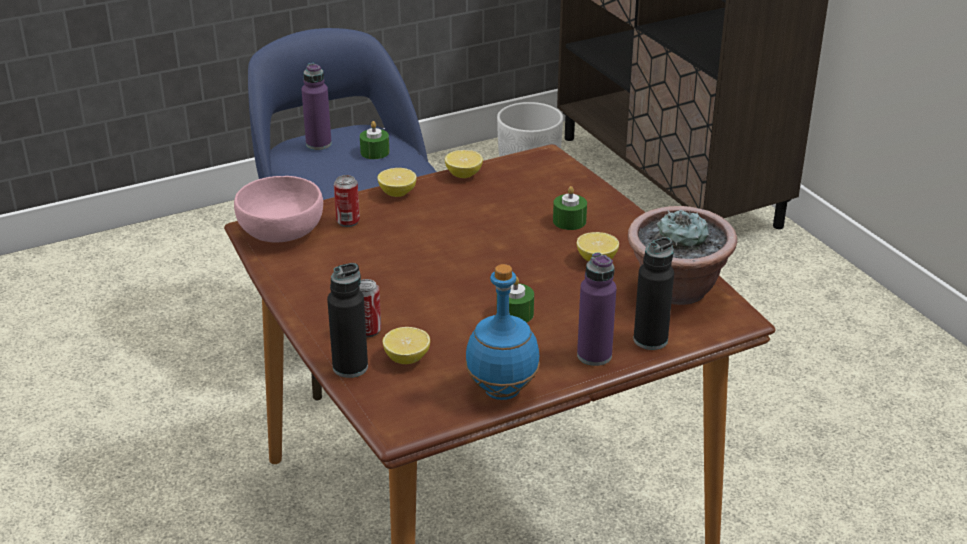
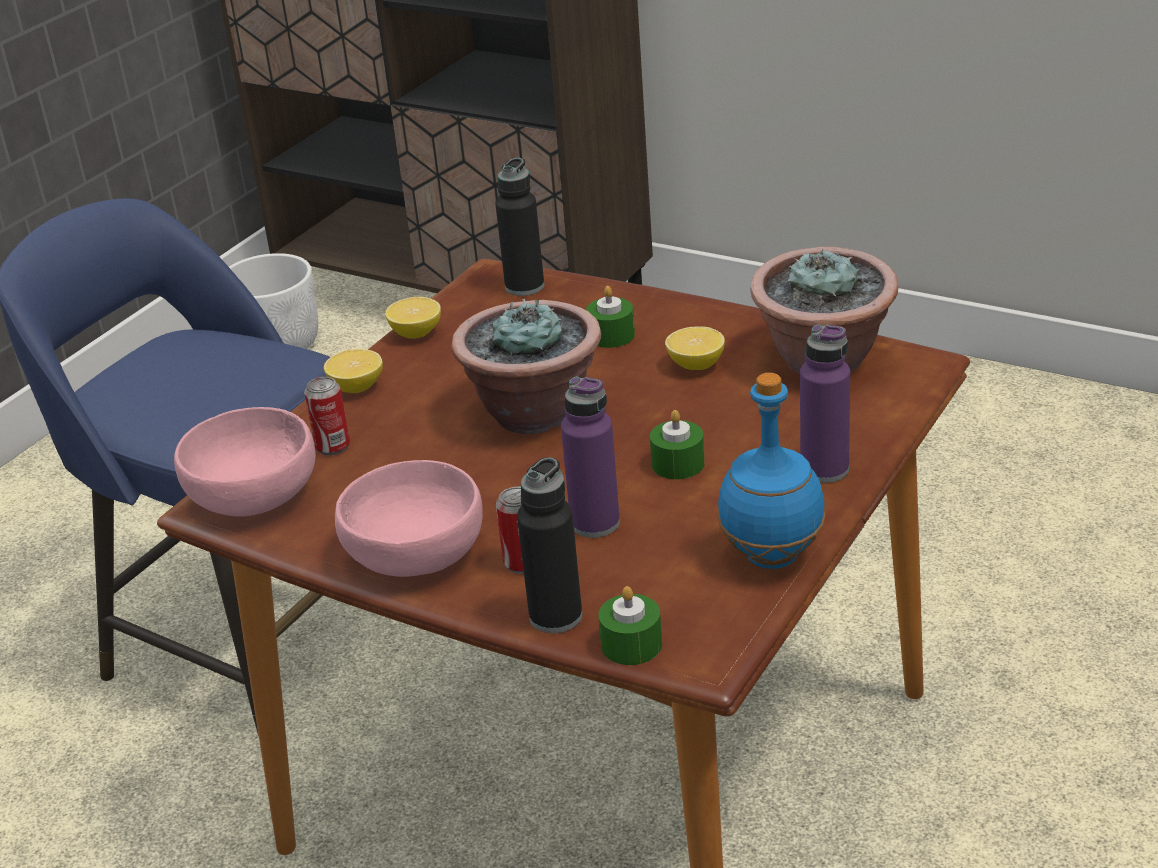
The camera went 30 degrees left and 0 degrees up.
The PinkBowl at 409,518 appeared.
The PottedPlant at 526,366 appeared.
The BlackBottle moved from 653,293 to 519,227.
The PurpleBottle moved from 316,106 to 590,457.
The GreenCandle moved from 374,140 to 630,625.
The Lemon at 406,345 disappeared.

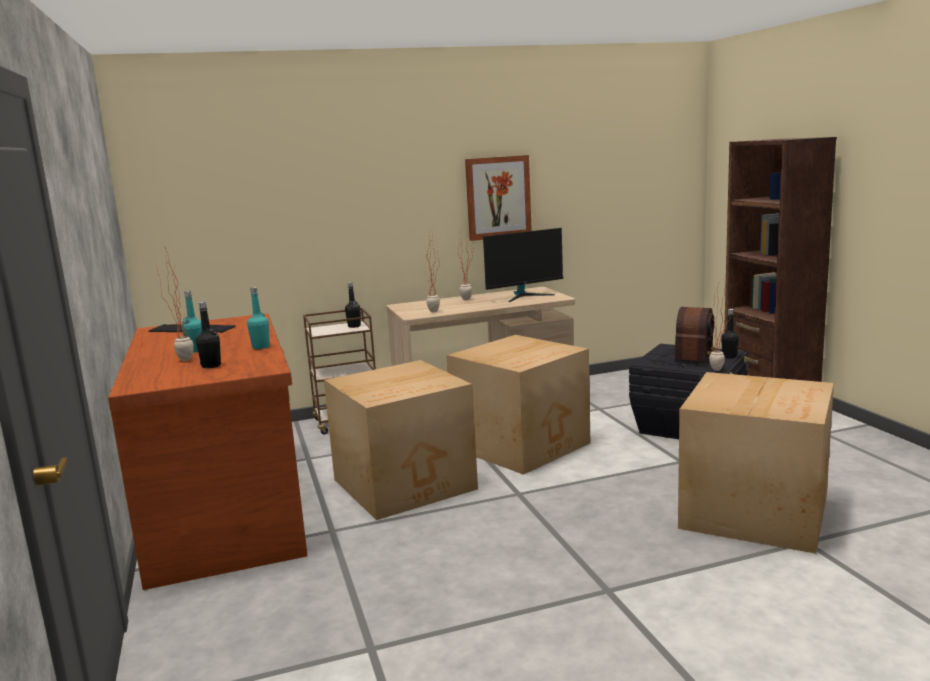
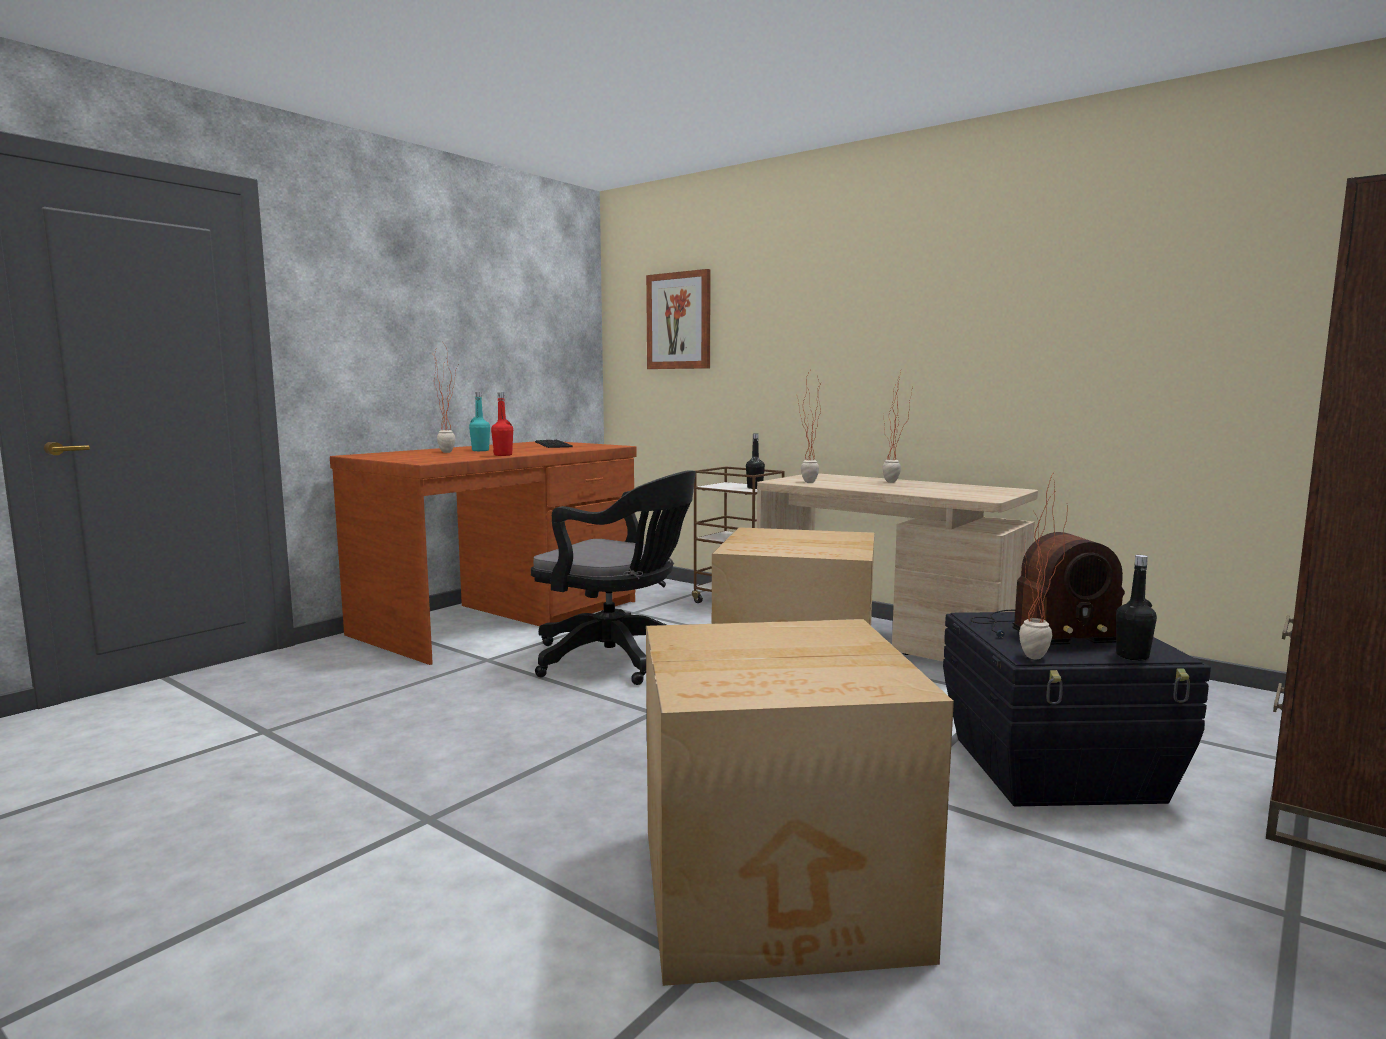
The camera went 55 degrees right and 5 degrees down.
The TurquoiseBottle at 258,318 became the RedBottle at 502,424.
The CardboardBox at 401,440 was replaced by the BlackOfficeChair at 613,577.
The Picture moved from 498,198 to 678,319.
The BlackBottle at 208,334 disappeared.
The Monitor at 523,265 disappeared.

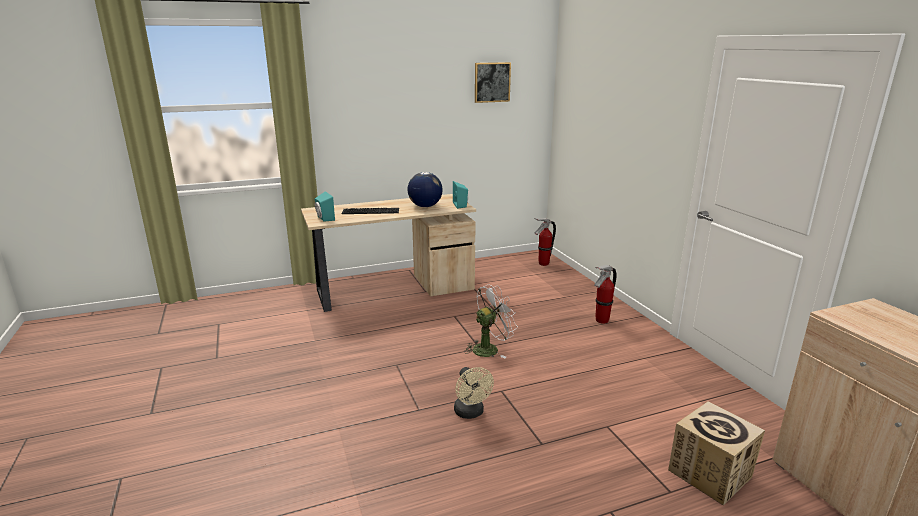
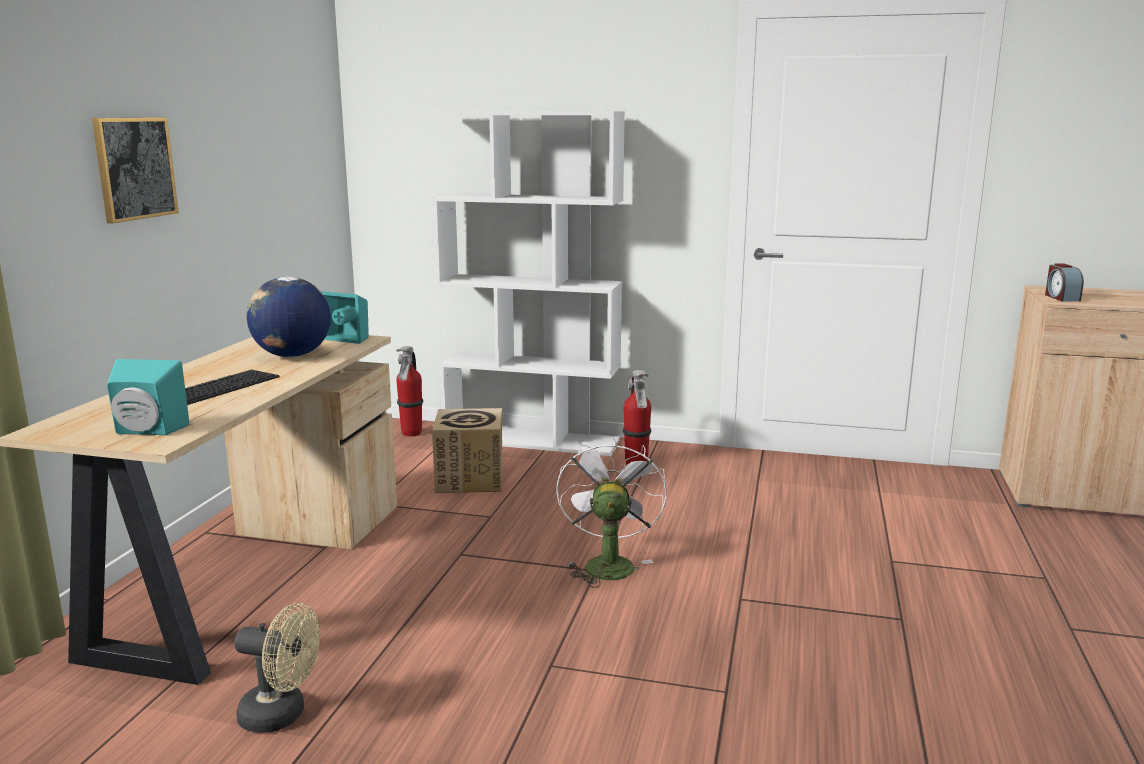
The camera went 55 degrees left and 5 degrees down.
The Picture moved from 493,82 to 135,170.
The BeigeFan moved from 474,393 to 277,668.
The WhiteBookcase at 527,283 appeared.
The CardboardBox moved from 716,453 to 467,450.
The AlarmClock at 1064,282 appeared.

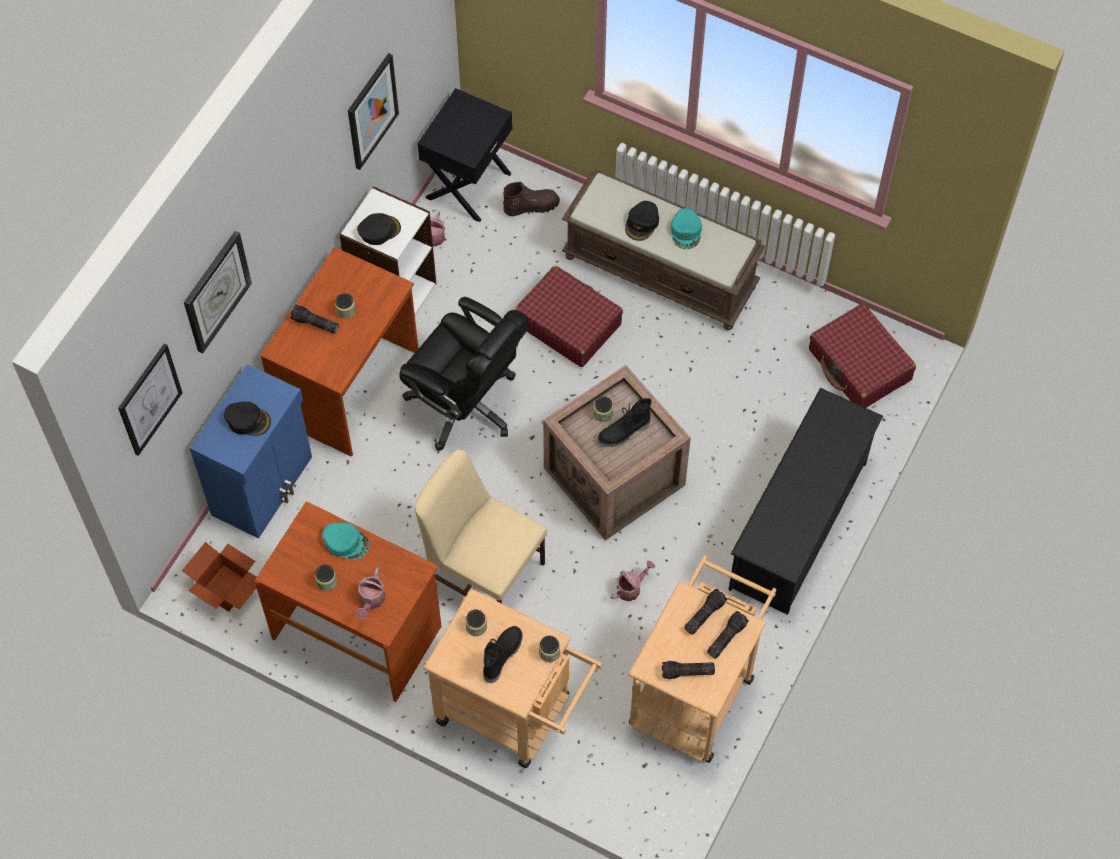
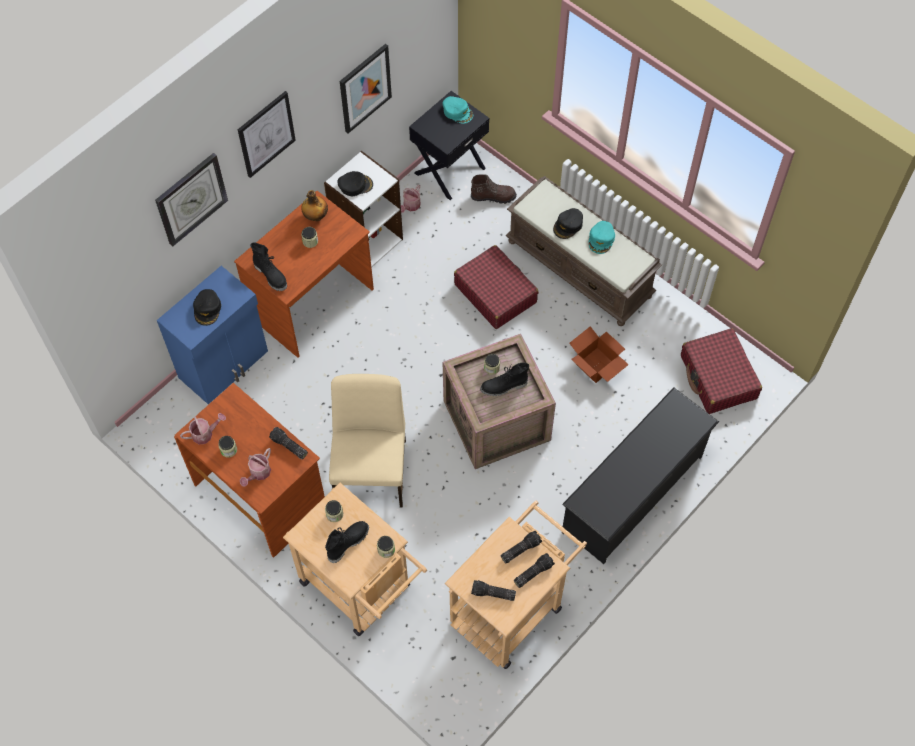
The camera went 15 degrees right and 0 degrees up.
The WateringCan moved from 633,581 to 203,428.
The BlackCap at 247,419 turned 60 degrees clockwise.
The Picture moved from 150,399 to 267,134.
The BlackBoot at 268,266 appeared.
The Flashlight moved from 314,319 to 288,443.
The Bottle at 314,205 appeared.
The BeigeChair at 481,526 turned 45 degrees clockwise.
The TurquoiseCap moved from 345,541 to 457,110.
The CardboardBox moved from 219,577 to 599,354.
The BlackOfficeChair at 464,374 disappeared.

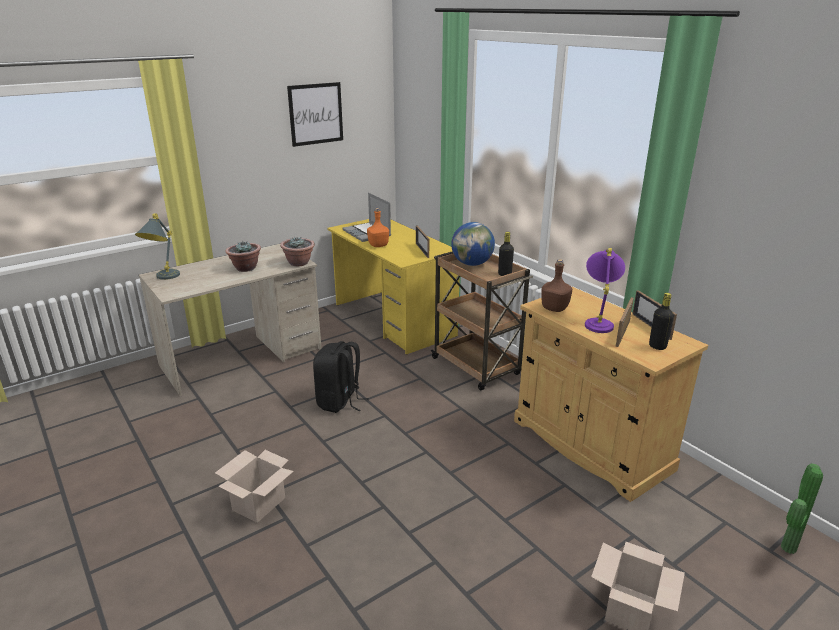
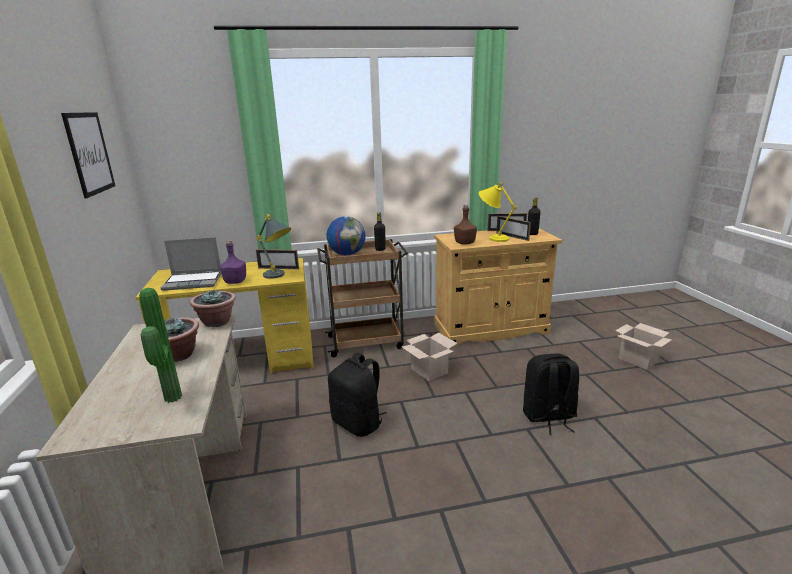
The camera went 65 degrees left and 5 degrees down.
The PottedPlant moved from 802,508 to 160,345.
The OrangeBottle at 378,227 became the PurpleBottle at 233,262.
The GreyTableLamp moved from 157,246 to 274,246.
The CardboardBox moved from 254,486 to 430,357.
The PurpleTableLamp at 605,290 became the YellowTableLamp at 498,212.
The BlackBackpack at 551,394 appeared.

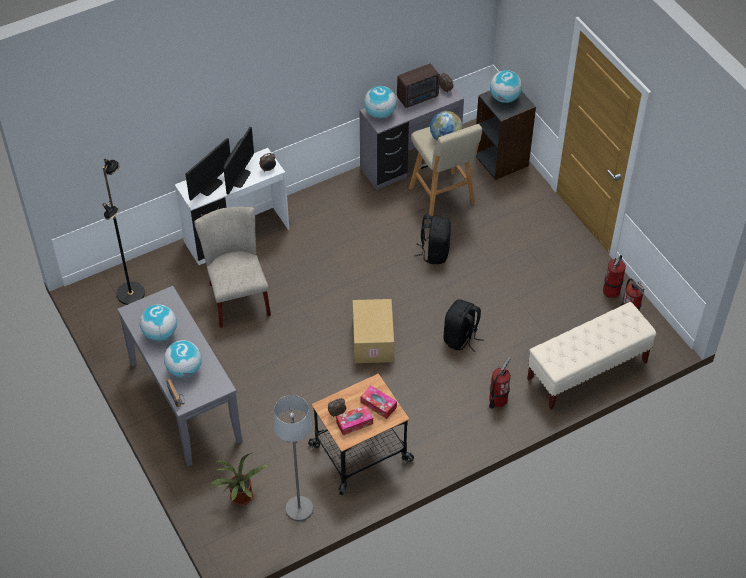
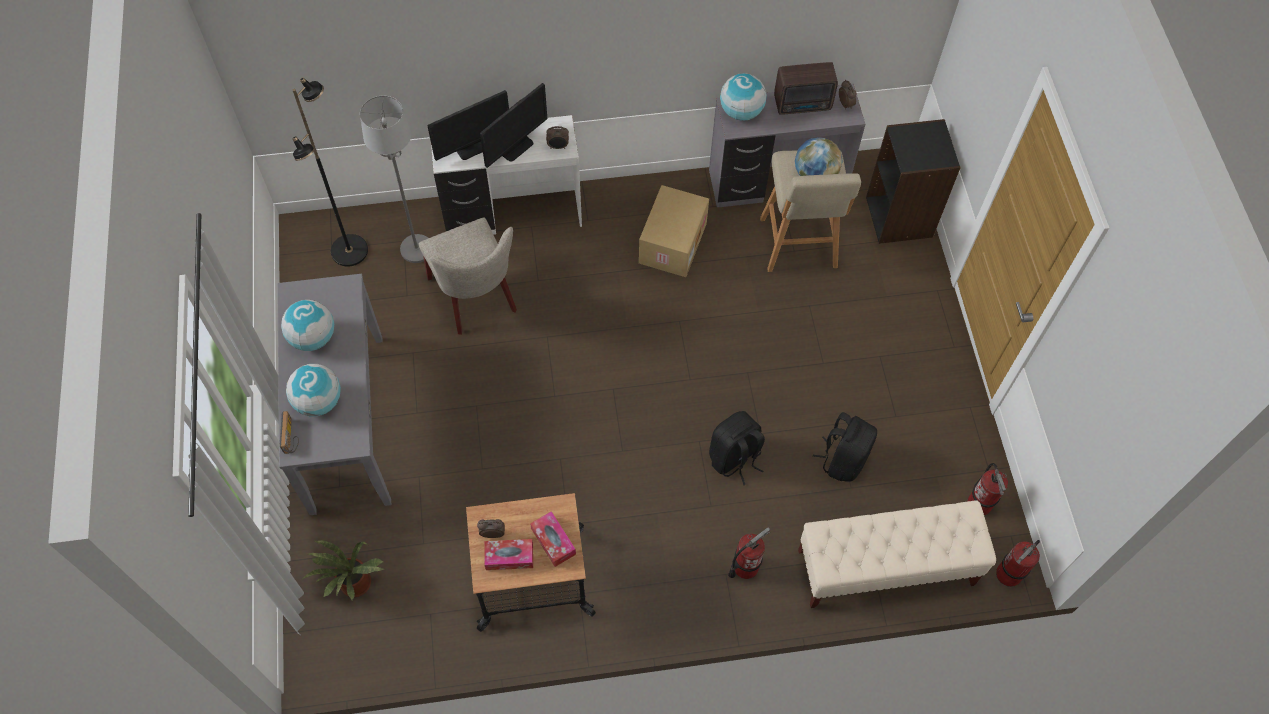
The camera went 20 degrees right and 10 degrees up.
The GreyFloorLamp moved from 293,458 to 394,179.
The BeigeChair at 232,267 turned 150 degrees clockwise.
The CardboardBox moved from 373,331 to 674,231.
The BlackBackpack moved from 432,239 to 845,447.
The FireExtinguisher moved from 614,276 to 1018,563.
The Globe at 506,86 disappeared.

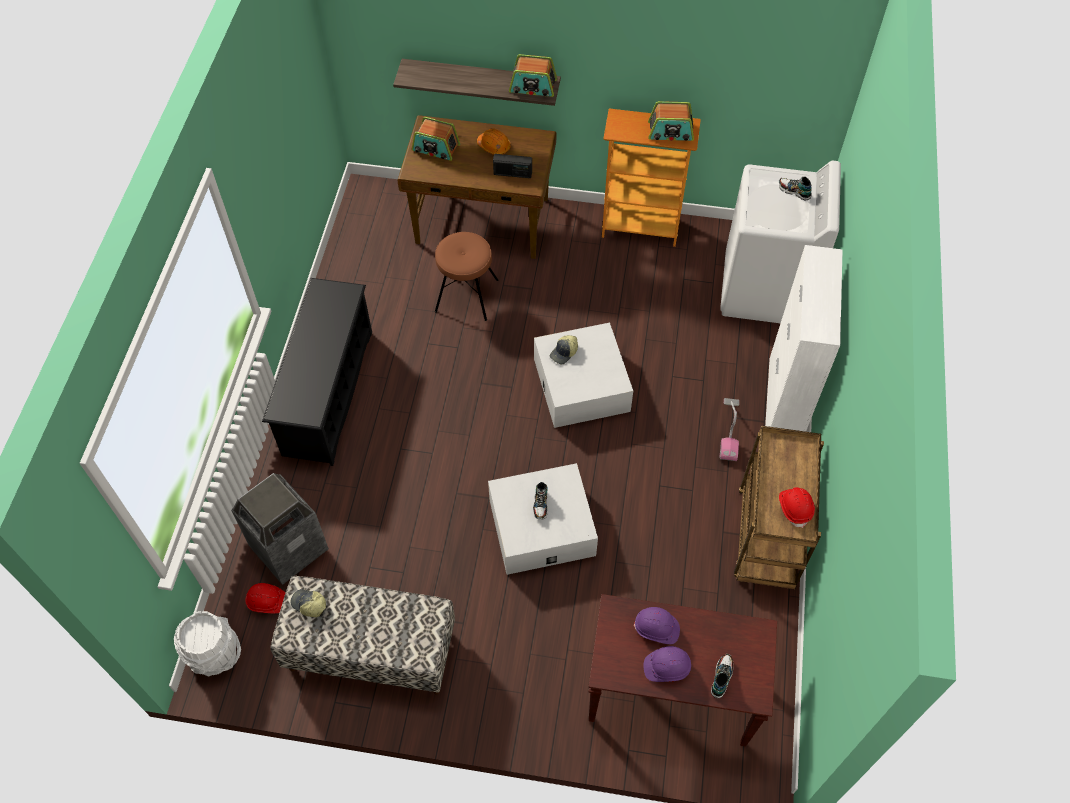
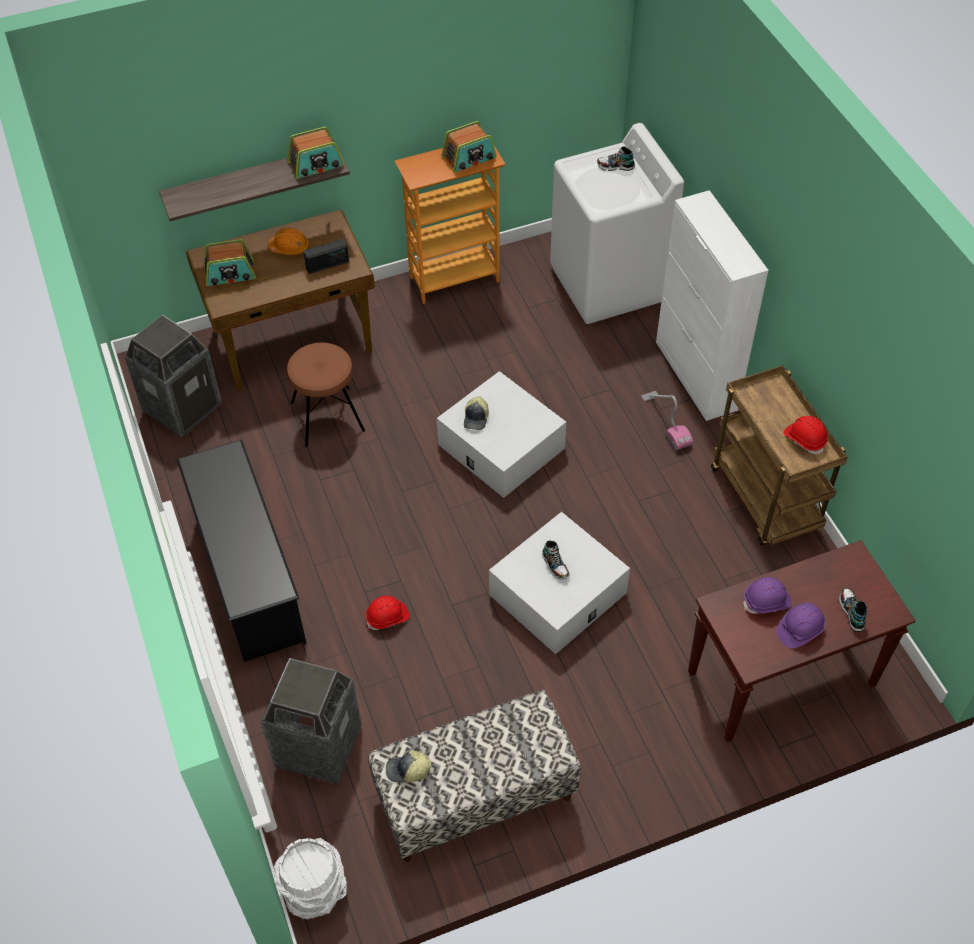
The camera went 30 degrees left and 5 degrees down.
The TrashCan at 173,376 appeared.
The RedHardHat moved from 265,598 to 388,613.

